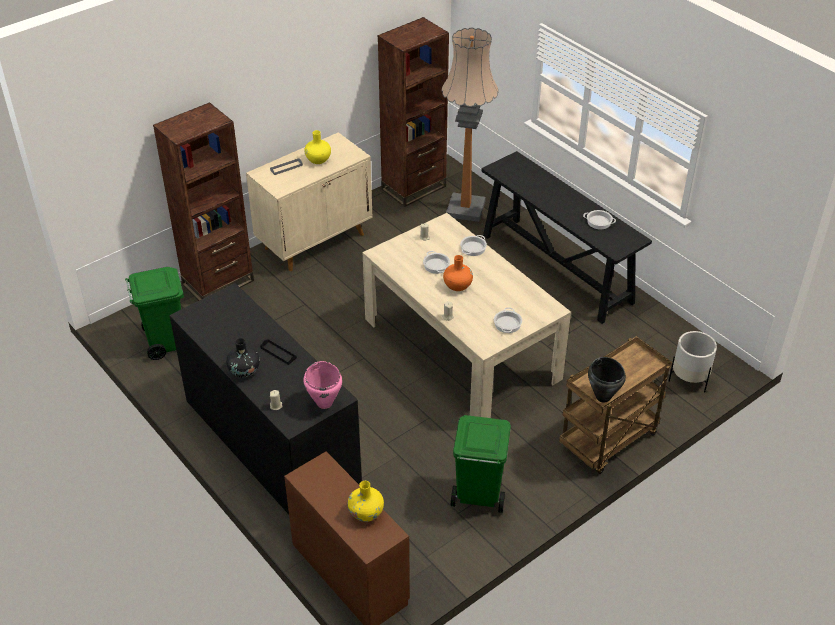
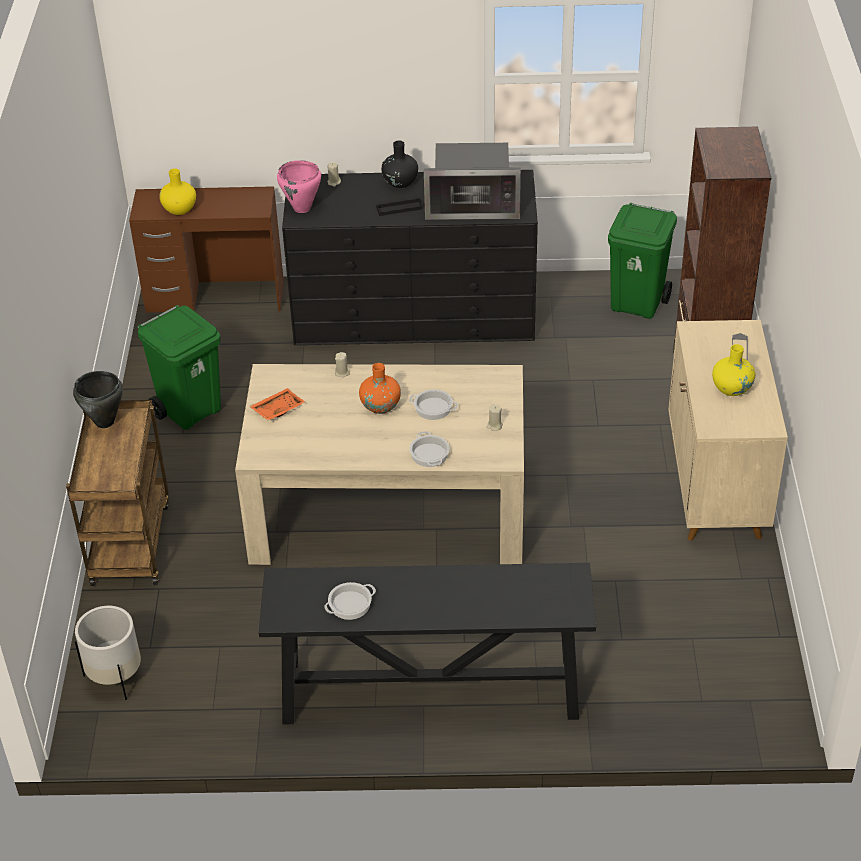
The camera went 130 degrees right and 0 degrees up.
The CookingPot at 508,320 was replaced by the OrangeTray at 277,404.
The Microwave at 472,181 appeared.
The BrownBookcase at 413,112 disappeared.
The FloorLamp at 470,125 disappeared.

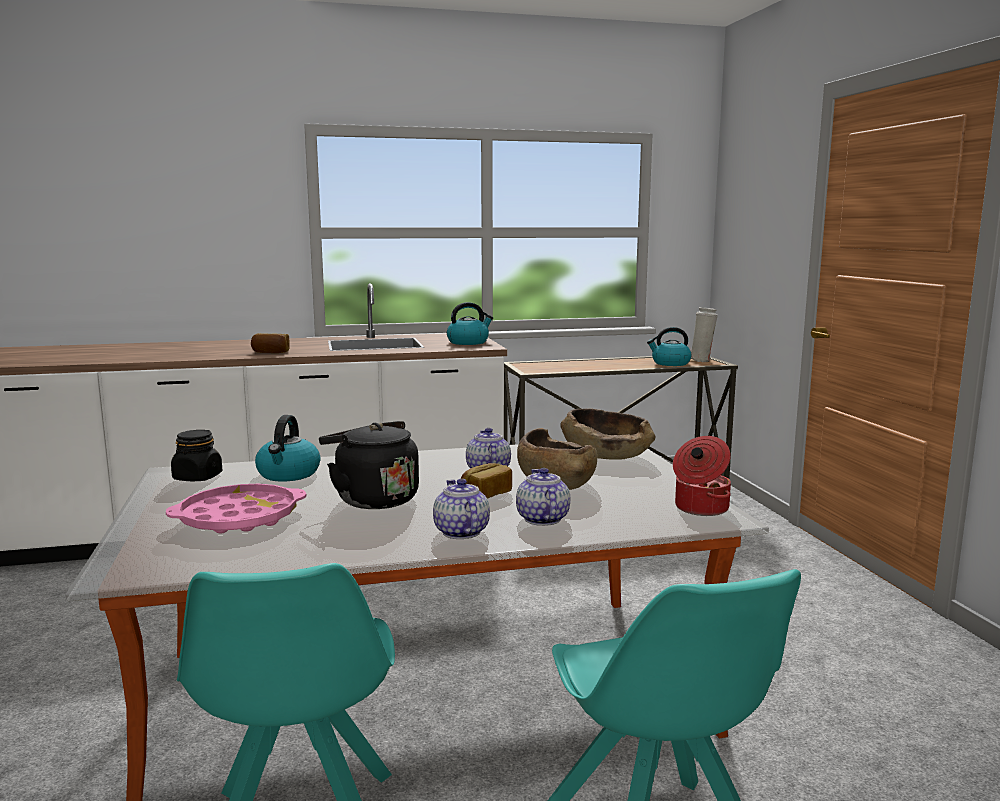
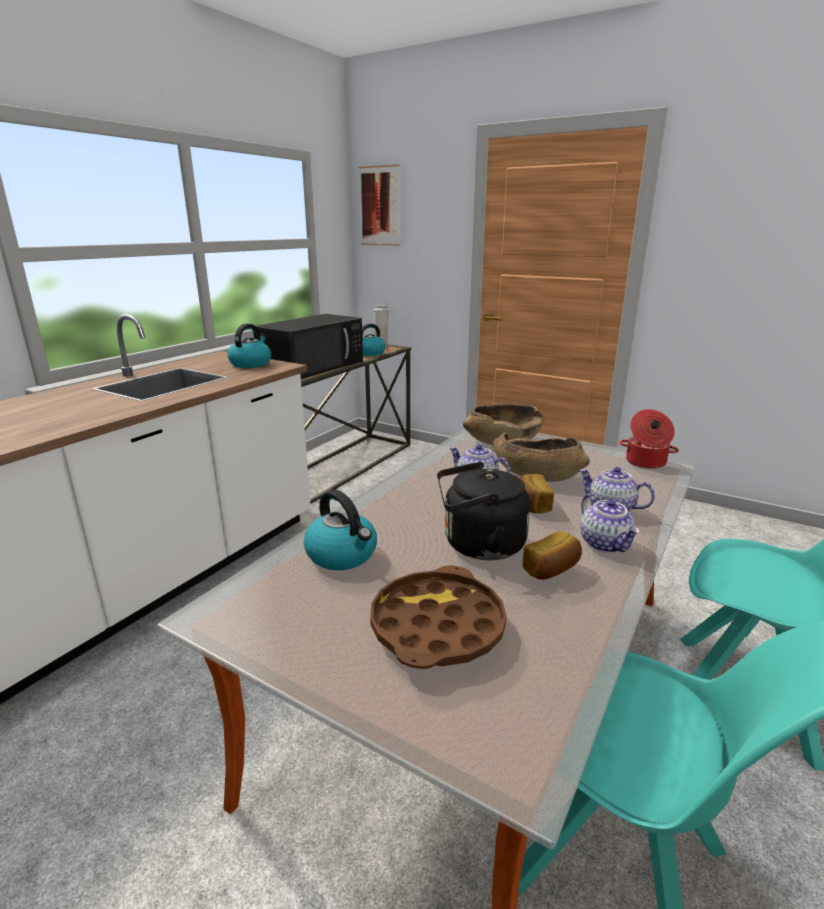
The camera went 45 degrees left and 10 degrees up.
The BlackMicrowave at 308,346 appeared.
The Picture at 379,205 appeared.
The PinkTray at 236,508 became the BrownTray at 438,617.
The Bread moved from 270,343 to 552,555.
The Teapot at 461,509 turned 135 degrees counterclockwise.
The BlackJar at 196,455 disappeared.

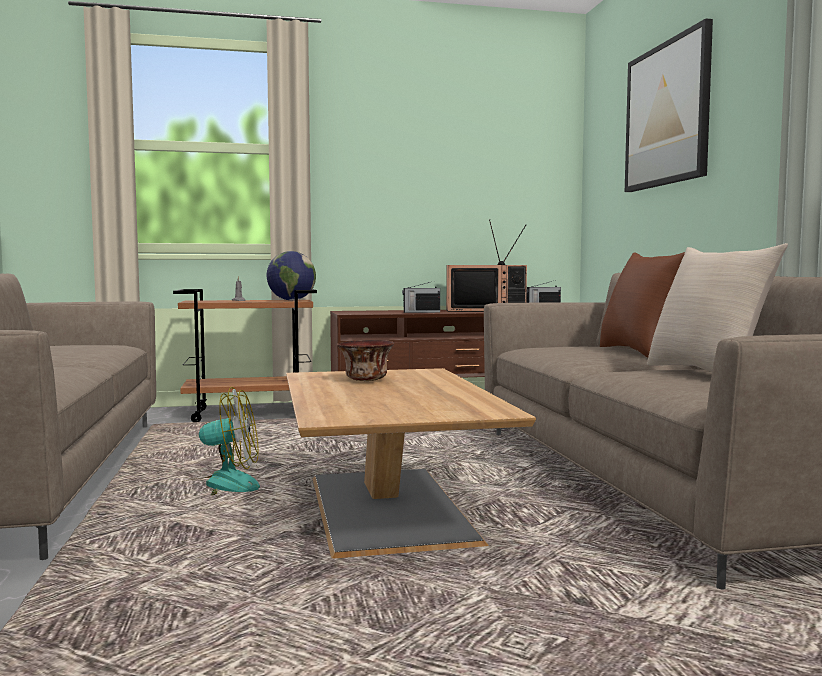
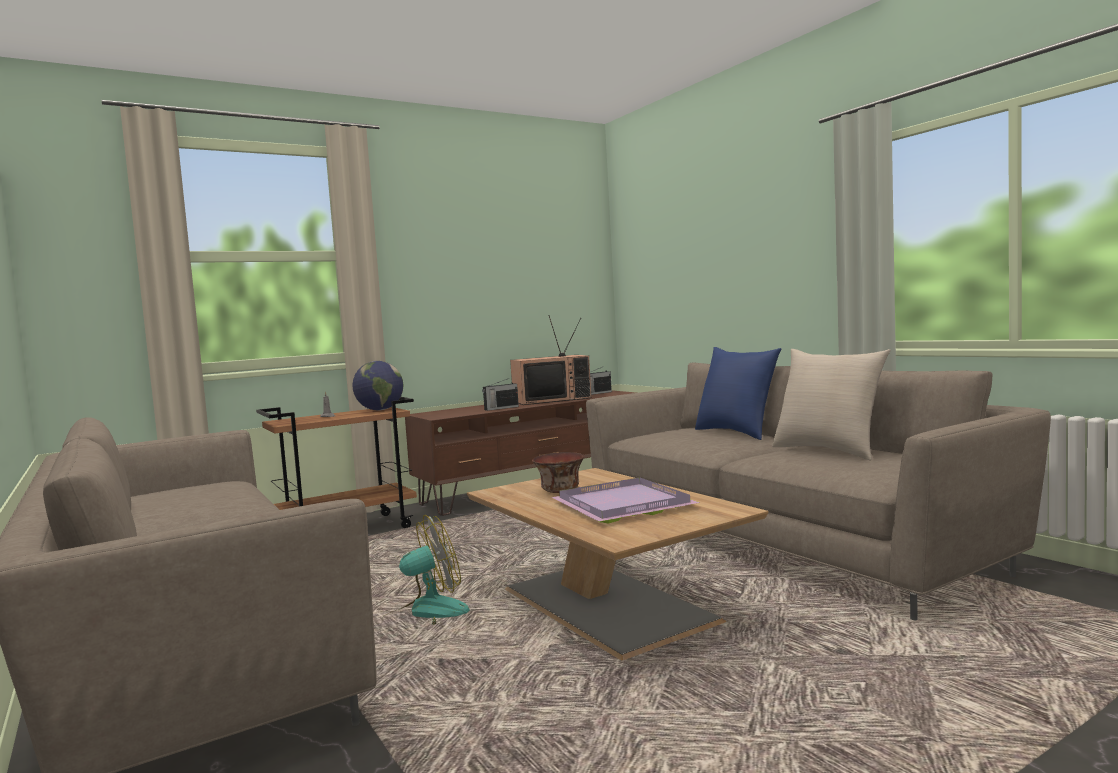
The camera went 20 degrees left and 0 degrees up.
The PurpleTray at 625,500 appeared.
The BrownPillow at 642,305 became the BluePillow at 738,393.
The Picture at 669,105 disappeared.

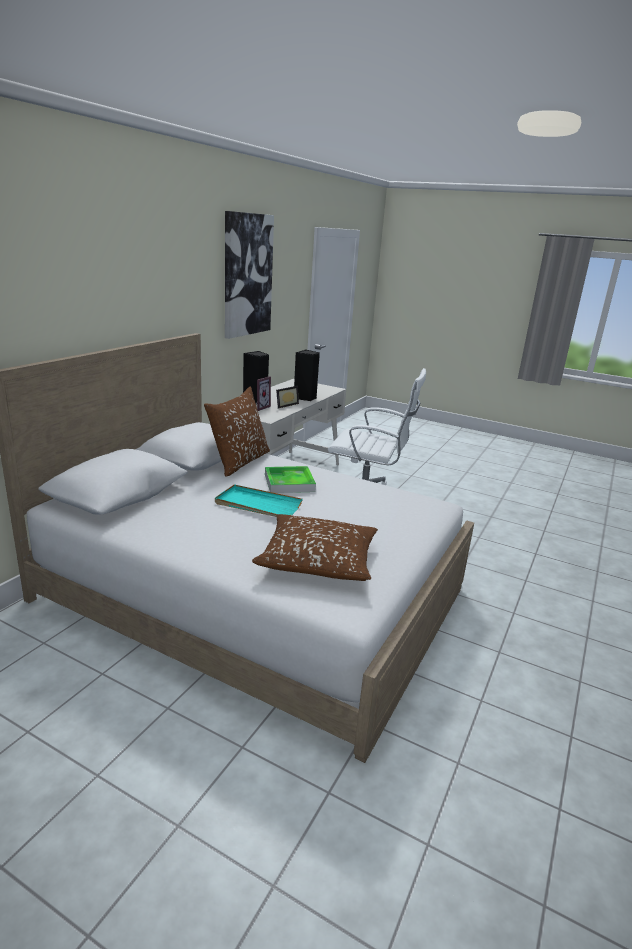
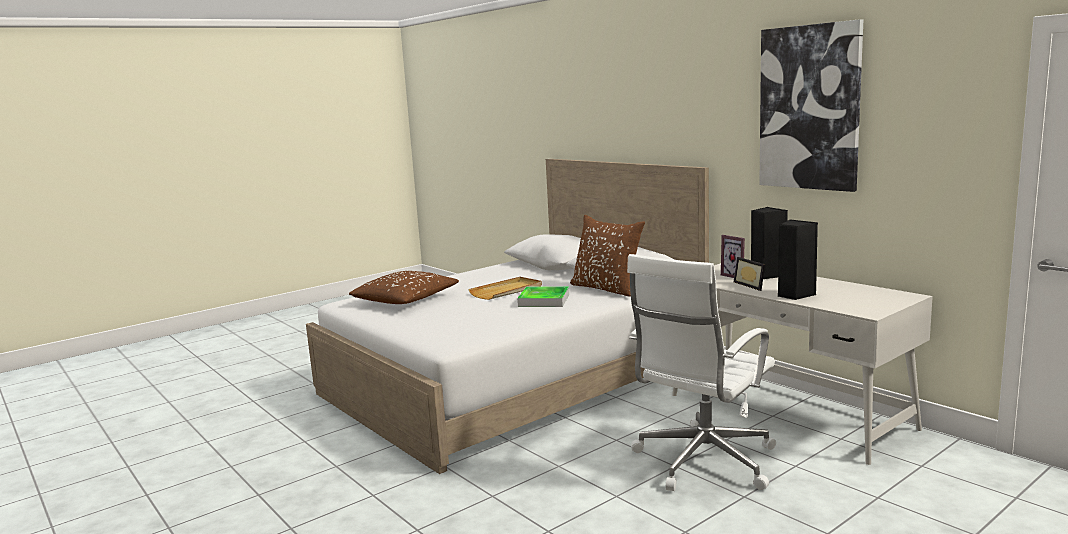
The camera went 115 degrees right and 10 degrees down.
The TurquoiseTray at 259,500 became the BeigeTray at 505,288.

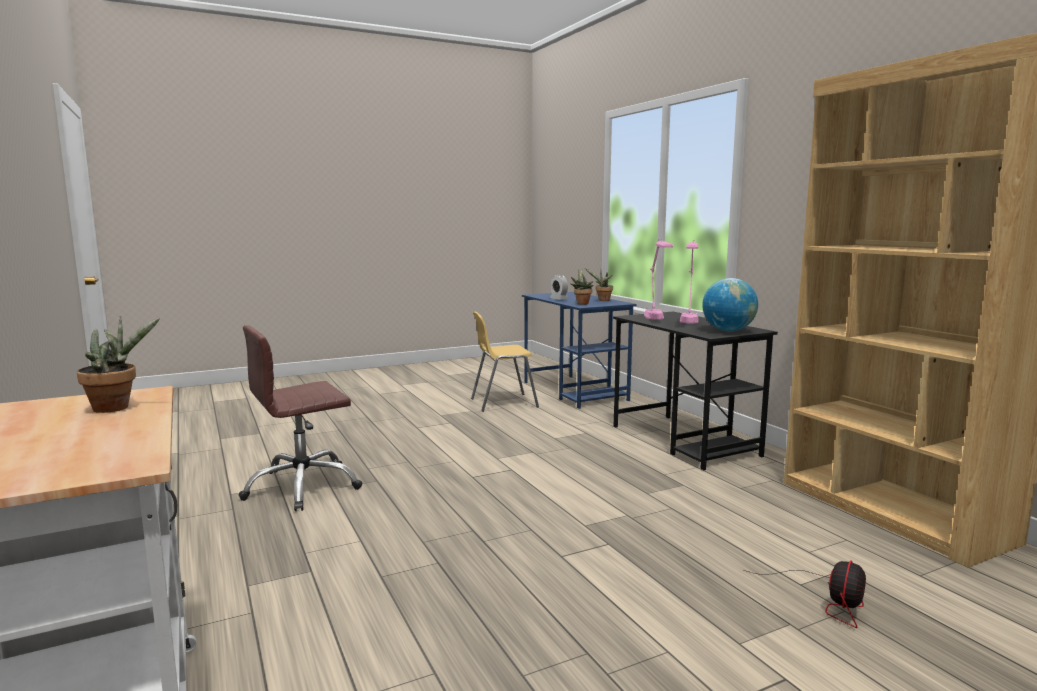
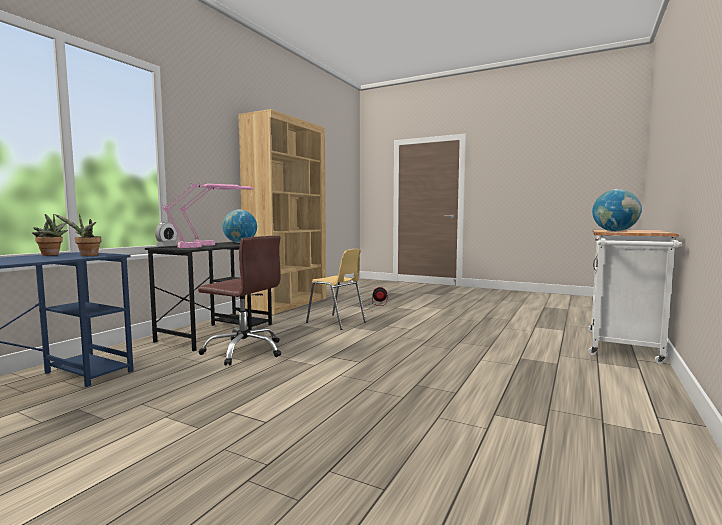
The camera went 125 degrees left and 5 degrees down.
The AlarmClock moved from 559,287 to 166,234.
The BrownOfficeChair moved from 301,418 to 239,301.
The YellowChair moved from 505,362 to 336,289.
The PottedPlant at 118,364 was replaced by the Globe at 617,210.

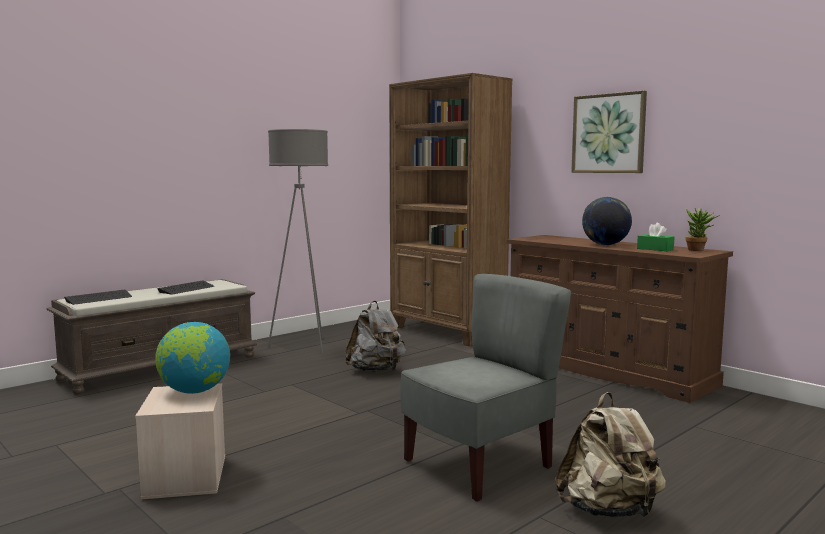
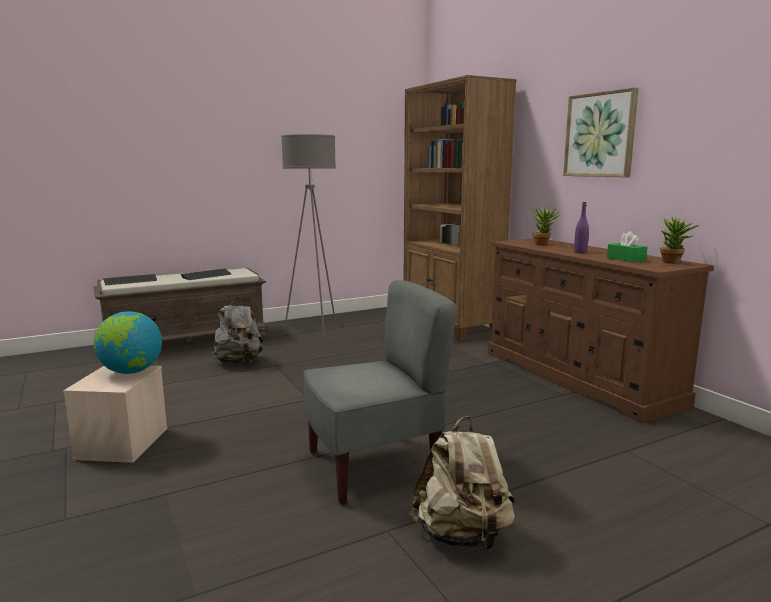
The camera went 15 degrees right and 5 degrees up.
The GreyBackpack moved from 375,336 to 237,330.
The PottedPlant at 544,226 appeared.
The Globe at 607,221 was replaced by the PurpleBottle at 581,227.

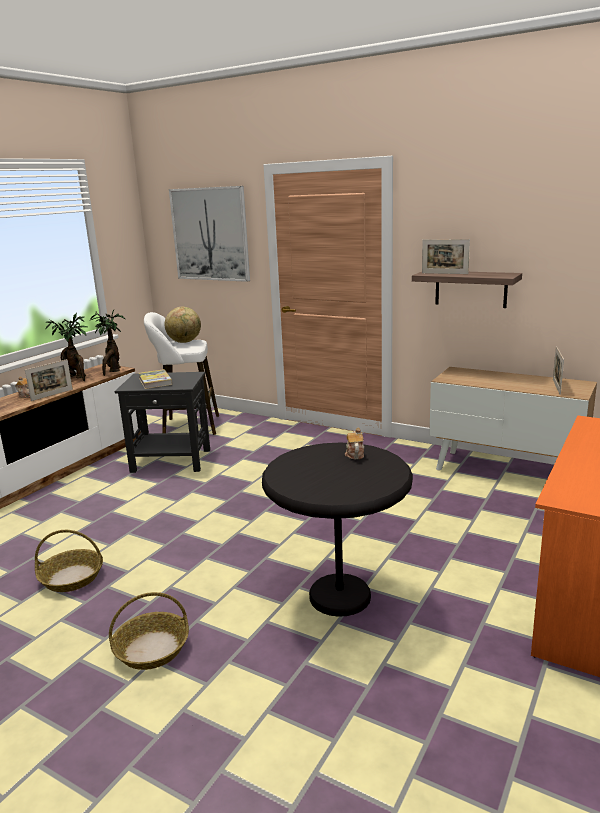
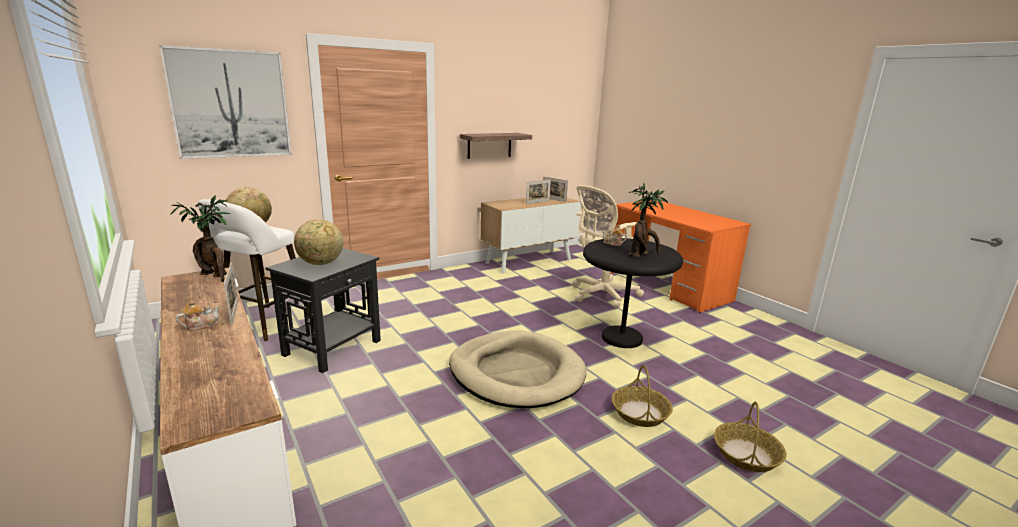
The camera went 65 degrees left and 0 degrees up.
The Book at 155,379 was replaced by the Globe at 319,242.
The BeigeDogBed at 518,369 appeared.
The PictureFrame moved from 446,256 to 538,191.
The BeigeOfficeChair at 608,246 appeared.
The PottedPlant moved from 67,347 to 648,219.
The Basket moved from 69,561 to 750,437.

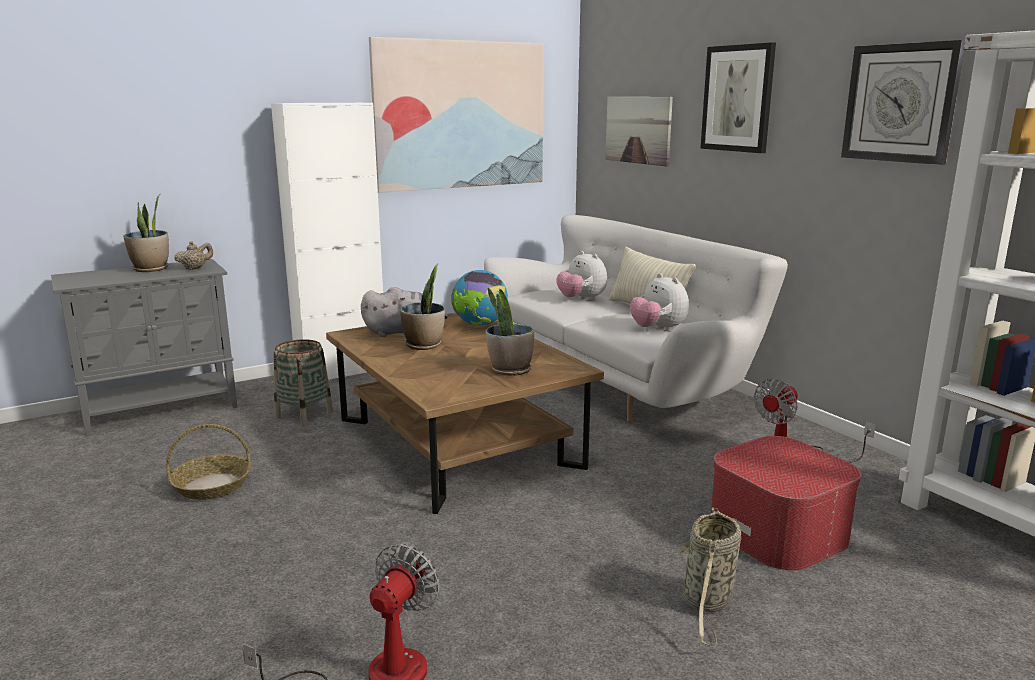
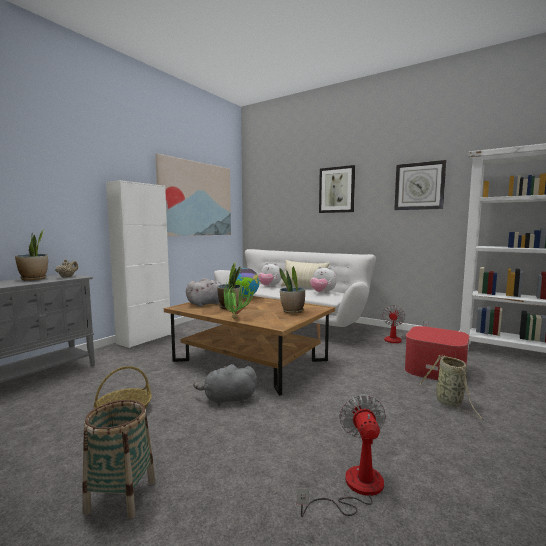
The camera went 25 degrees left and 10 degrees down.
The Basket moved from 303,382 to 118,459.
The GreyPlushToy at 225,385 appeared.
The PottedPlant at 239,300 appeared.
The Picture at 639,131 disappeared.

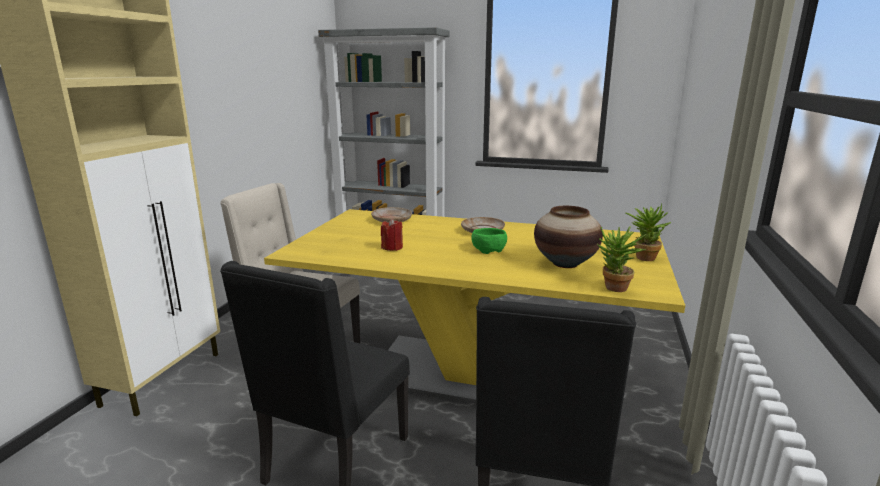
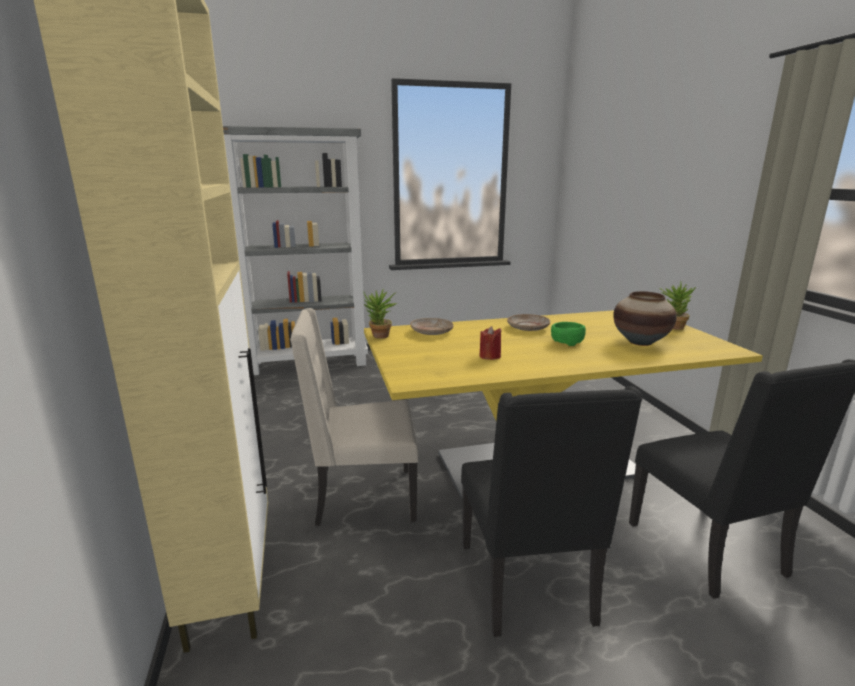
The camera went 30 degrees left and 0 degrees up.
The PottedPlant moved from 622,259 to 380,314.

